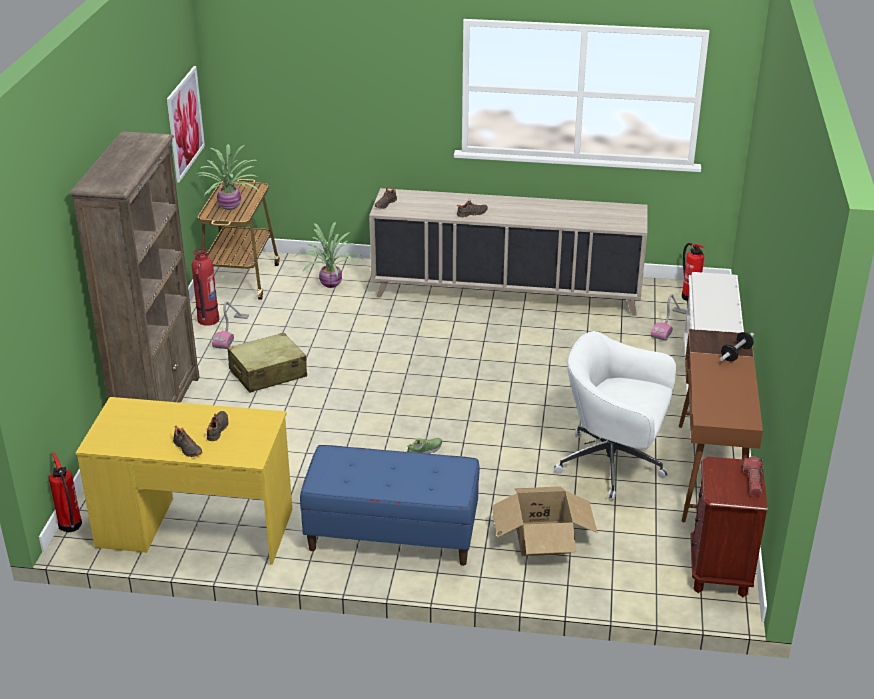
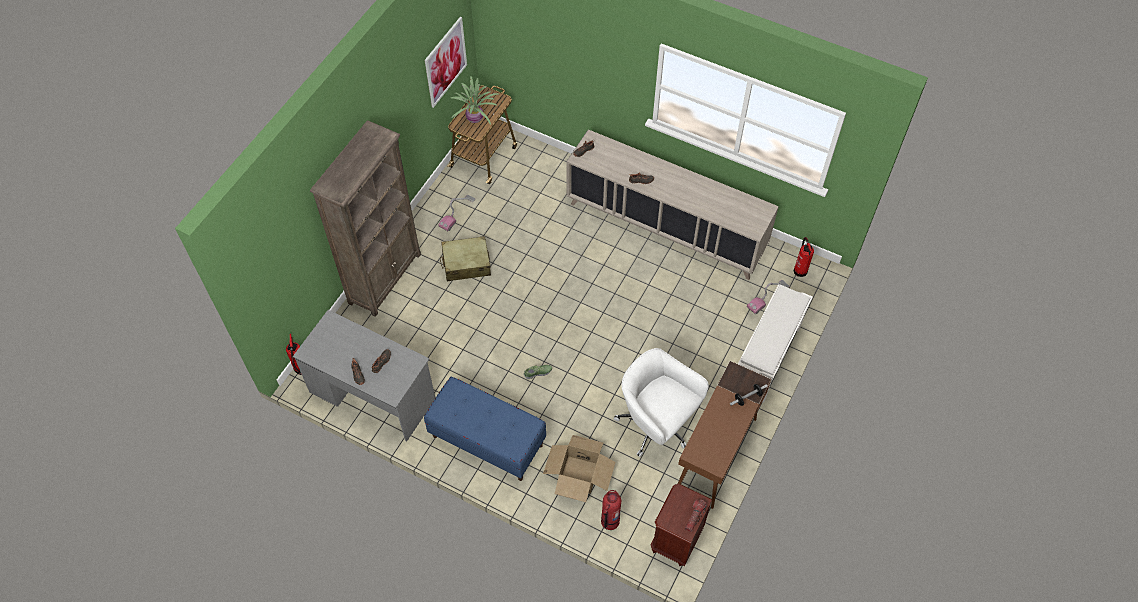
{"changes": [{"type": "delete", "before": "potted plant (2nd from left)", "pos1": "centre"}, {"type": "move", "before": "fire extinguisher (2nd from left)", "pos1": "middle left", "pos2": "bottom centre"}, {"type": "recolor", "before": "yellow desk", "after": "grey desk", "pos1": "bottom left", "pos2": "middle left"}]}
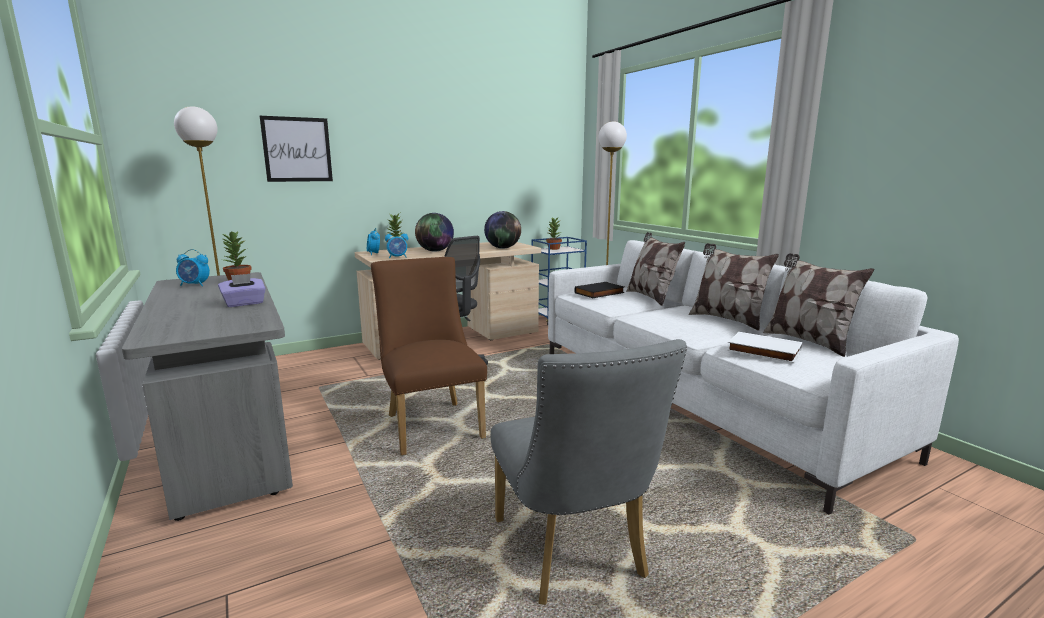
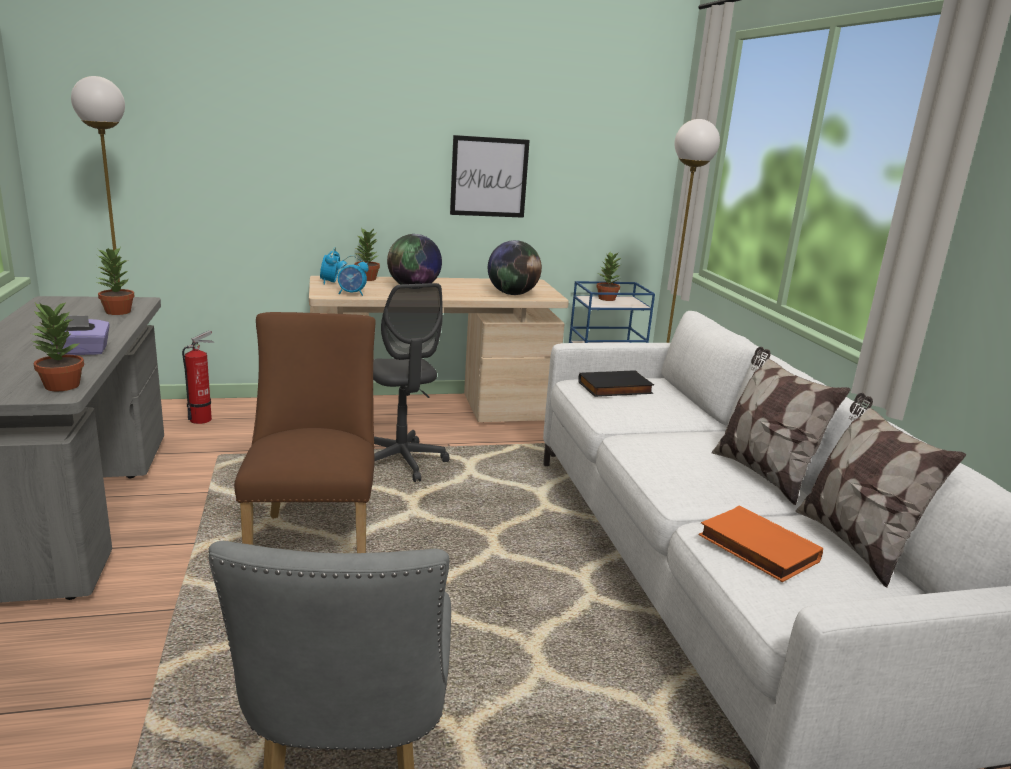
{"changes": [{"type": "delete", "before": "alarm clock (1st from left)", "pos1": "middle left"}, {"type": "delete", "before": "pillow (1st from left)", "pos1": "centre"}, {"type": "insert", "after": "potted plant (1st from left)", "pos2": "middle left"}, {"type": "insert", "after": "fire extinguisher", "pos2": "middle left"}, {"type": "move", "before": "picture", "pos1": "top left", "pos2": "top centre"}, {"type": "recolor", "before": "white book", "after": "orange book", "pos1": "middle right", "pos2": "bottom right"}]}
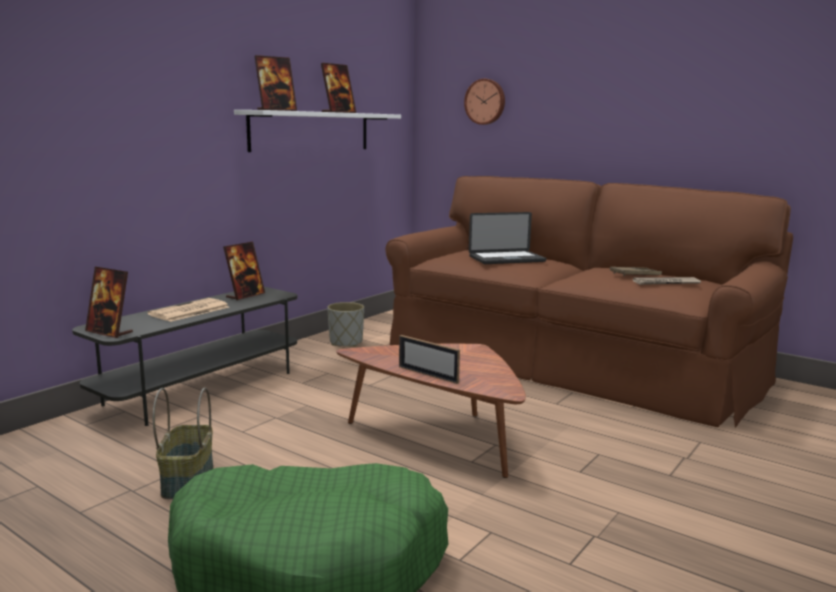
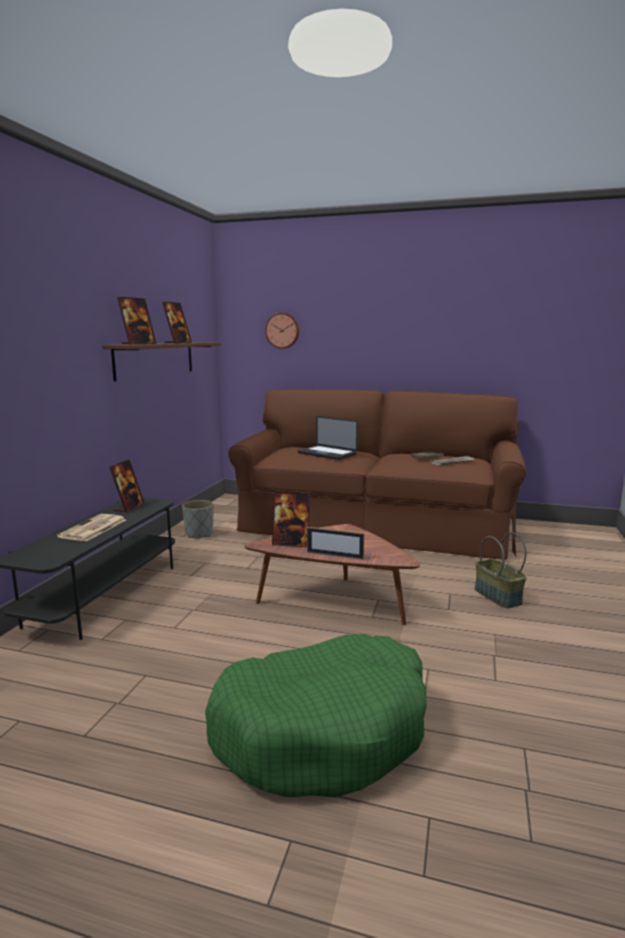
{"changes": [{"type": "move", "before": "picture frame (1st from left in the first image)", "after": "picture frame (4th from left)", "pos1": "middle left", "pos2": "centre"}, {"type": "move", "before": "basket", "pos1": "bottom left", "pos2": "middle right"}, {"type": "recolor", "before": "white shelf", "after": "brown shelf", "pos1": "top centre", "pos2": "middle left"}, {"type": "rotate", "before": "laptop", "pos1": "centre", "pos2": "centre", "turn": 75}]}
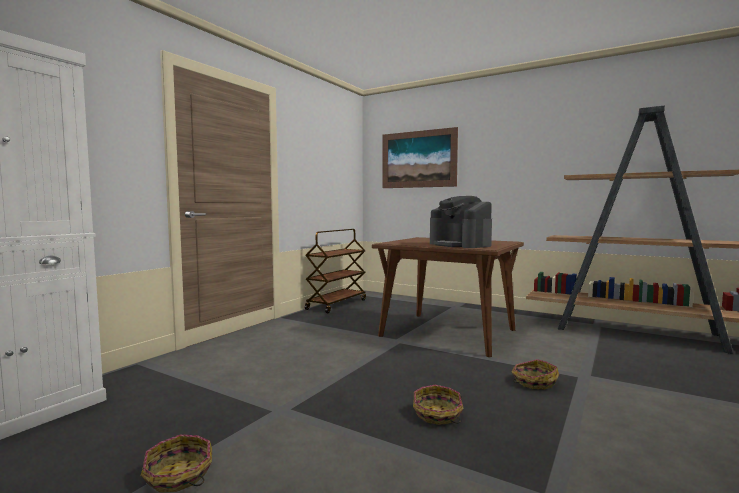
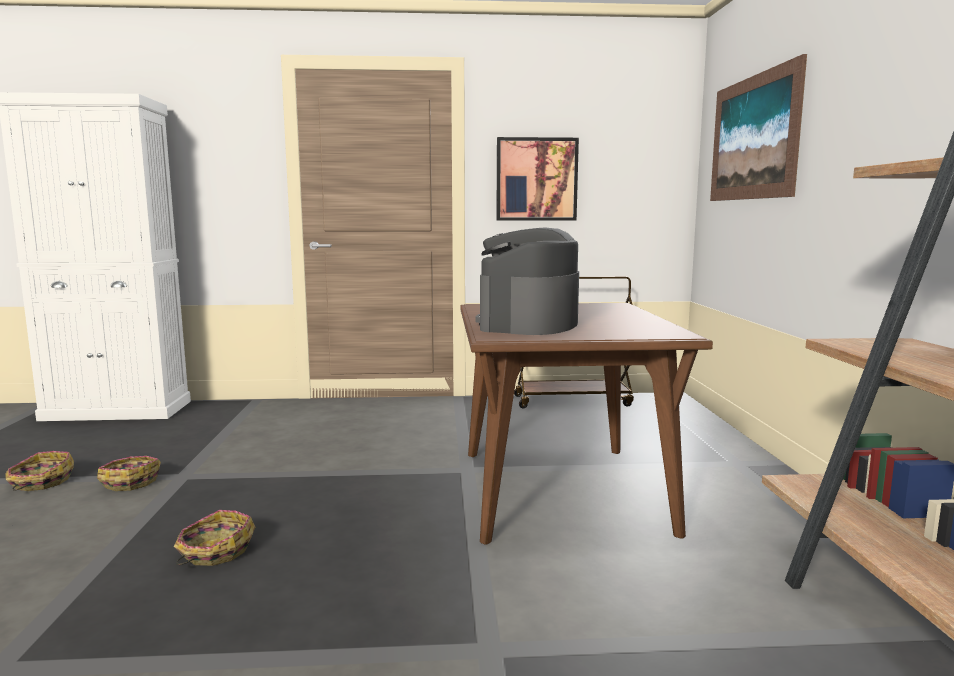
{"changes": [{"type": "insert", "after": "picture (1st from left)", "pos2": "top centre"}, {"type": "move", "before": "basket (3rd from left in the first image)", "after": "basket (2nd from left)", "pos1": "bottom right", "pos2": "bottom left"}]}
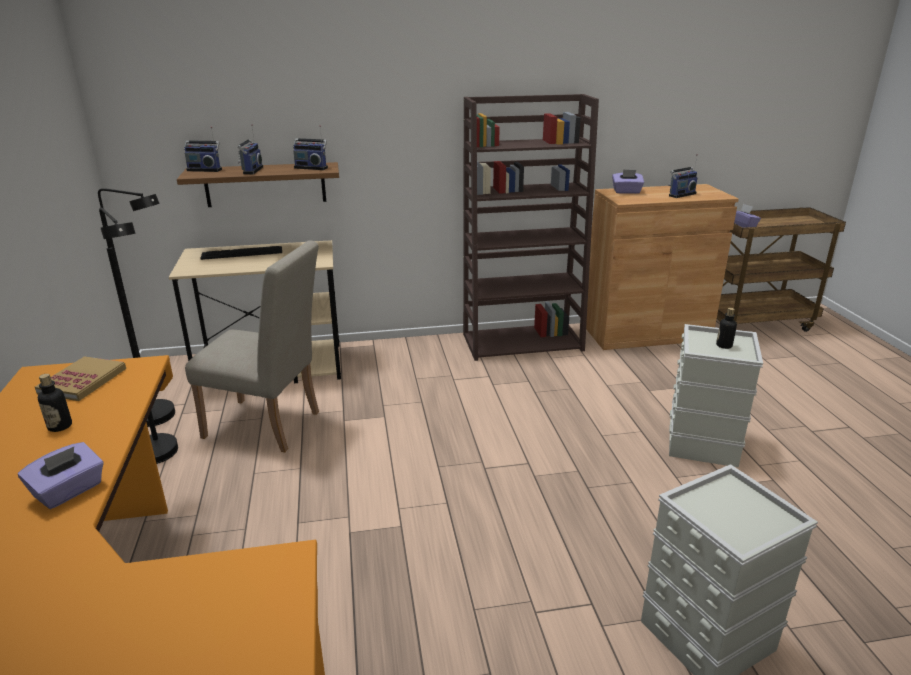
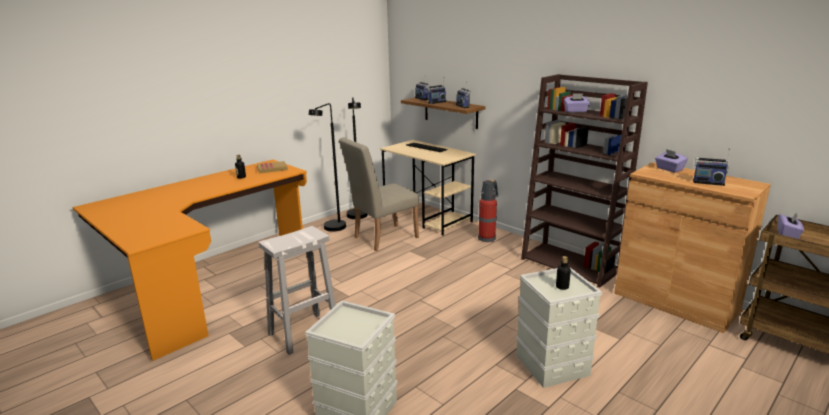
{"changes": [{"type": "insert", "after": "white stool", "pos2": "bottom centre"}, {"type": "insert", "after": "fire extinguisher", "pos2": "centre"}, {"type": "move", "before": "purple tissue box (1st from left)", "pos1": "bottom left", "pos2": "top right"}, {"type": "rotate", "before": "beige chair", "pos1": "middle left", "pos2": "centre", "turn": 75}]}
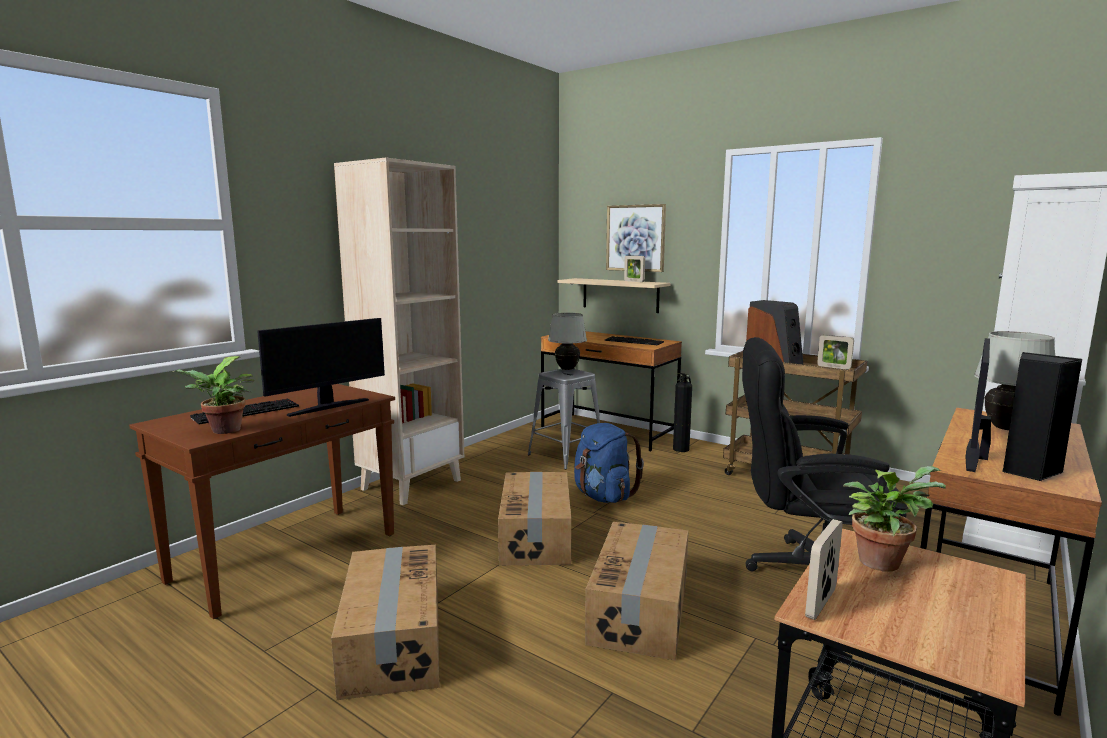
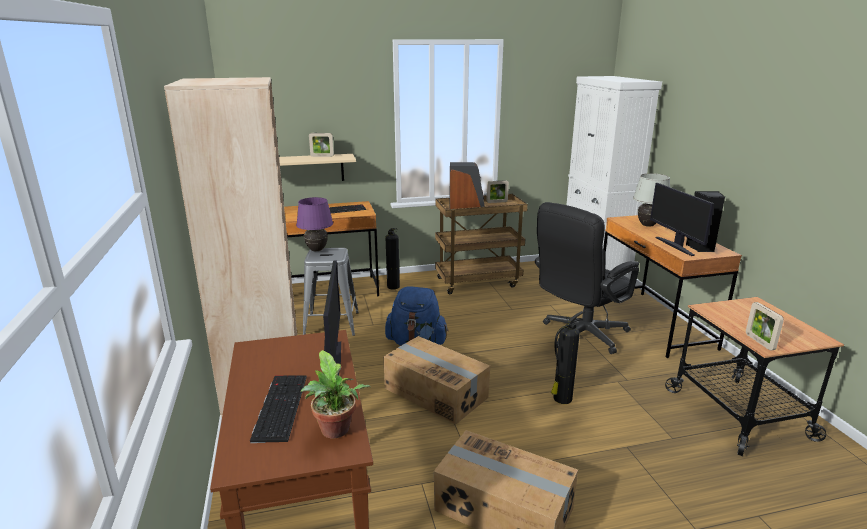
{"changes": [{"type": "delete", "before": "picture", "pos1": "top centre"}, {"type": "delete", "before": "potted plant (2nd from left)", "pos1": "bottom right"}, {"type": "replace", "before": "cardboard box (3rd from left)", "after": "fire extinguisher (2nd from left)", "pos1": "bottom centre", "pos2": "bottom centre"}, {"type": "recolor", "before": "white table lamp (1st from left)", "after": "purple table lamp", "pos1": "centre", "pos2": "centre"}]}
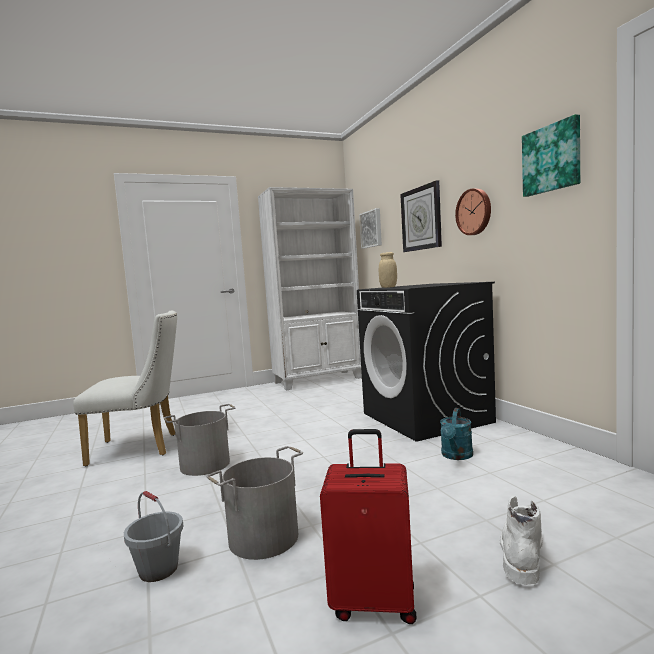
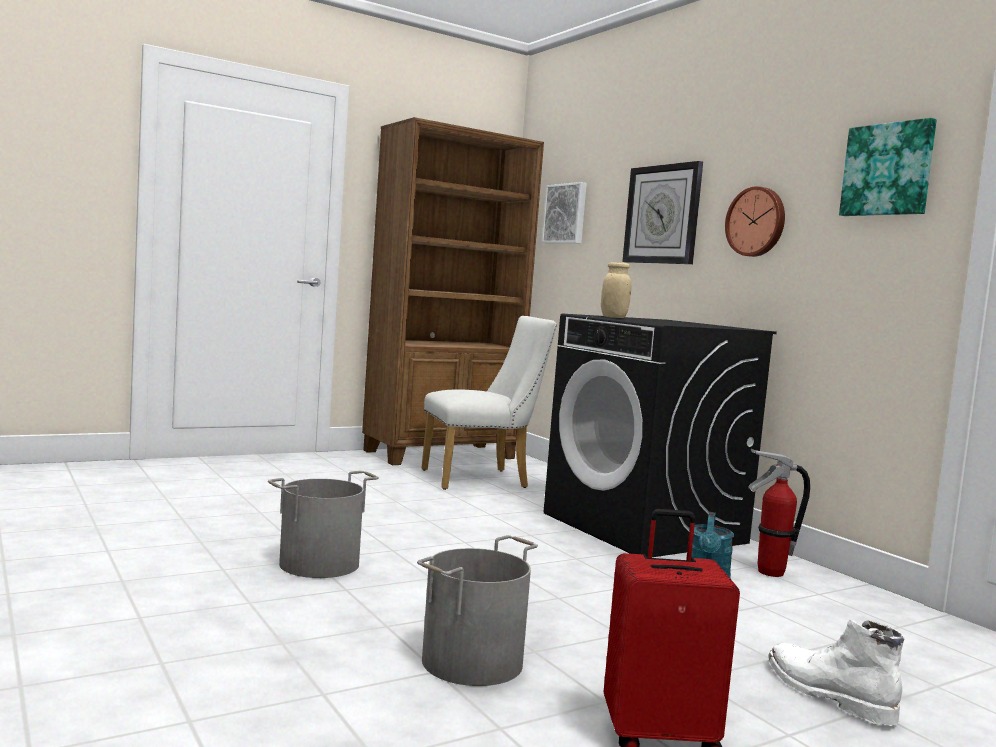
{"changes": [{"type": "delete", "before": "grey bucket (1st from left)", "pos1": "bottom left"}, {"type": "insert", "after": "fire extinguisher", "pos2": "bottom right"}, {"type": "move", "before": "white chair", "pos1": "middle left", "pos2": "centre"}, {"type": "recolor", "before": "white bookcase", "after": "brown bookcase", "pos1": "centre", "pos2": "centre"}, {"type": "rotate", "before": "white boot", "pos1": "bottom right", "pos2": "bottom right", "turn": -45}]}
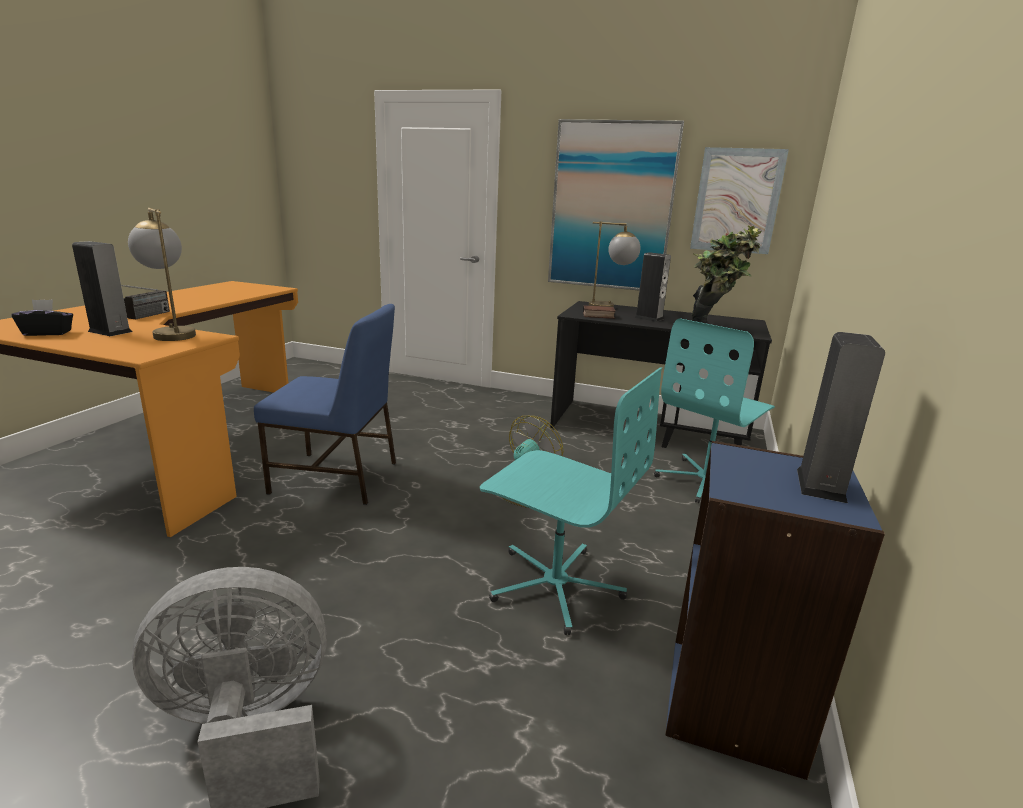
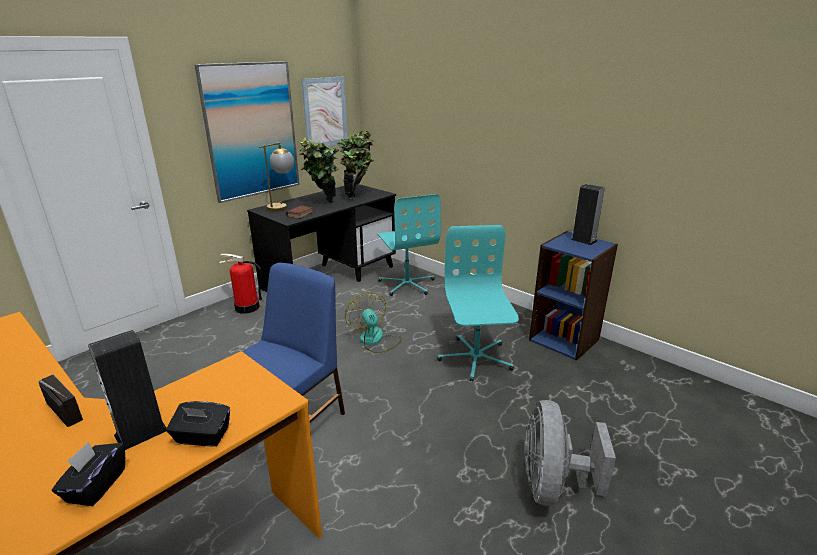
{"changes": [{"type": "delete", "before": "table lamp (1st from left)", "pos1": "middle left"}, {"type": "insert", "after": "black tissue box (2nd from left)", "pos2": "bottom left"}, {"type": "insert", "after": "fire extinguisher", "pos2": "middle left"}, {"type": "replace", "before": "speaker (2nd from left)", "after": "potted plant (1st from left)", "pos1": "centre", "pos2": "top centre"}, {"type": "rotate", "before": "turquoise office chair (1st from left in the first image)", "pos1": "centre", "pos2": "centre", "turn": -60}]}
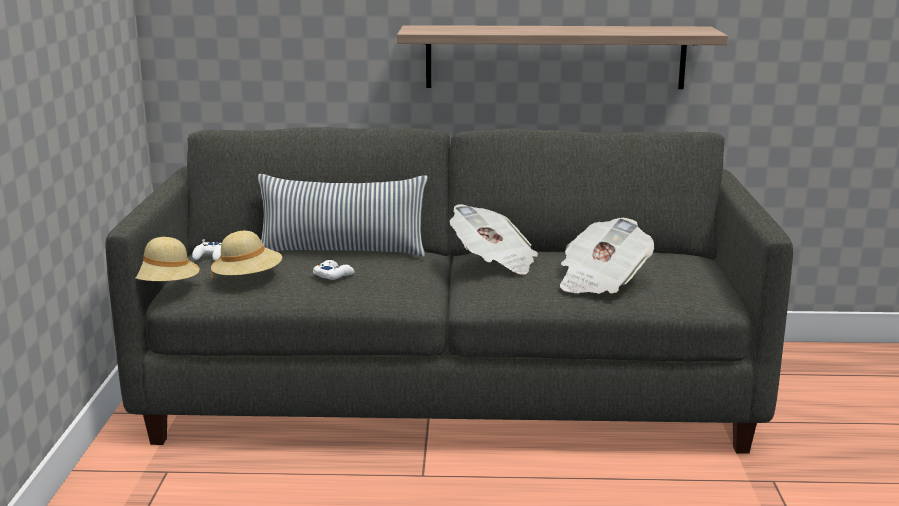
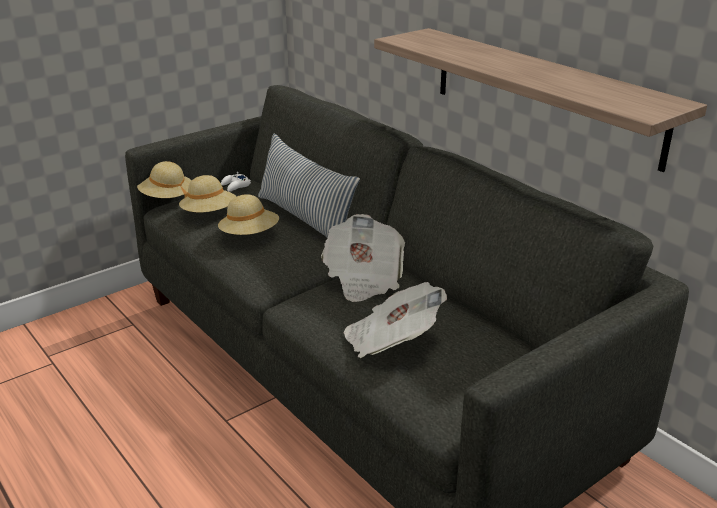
{"changes": [{"type": "replace", "before": "white game controller (2nd from left)", "after": "beige hat (3rd from left)", "pos1": "centre", "pos2": "centre"}]}
